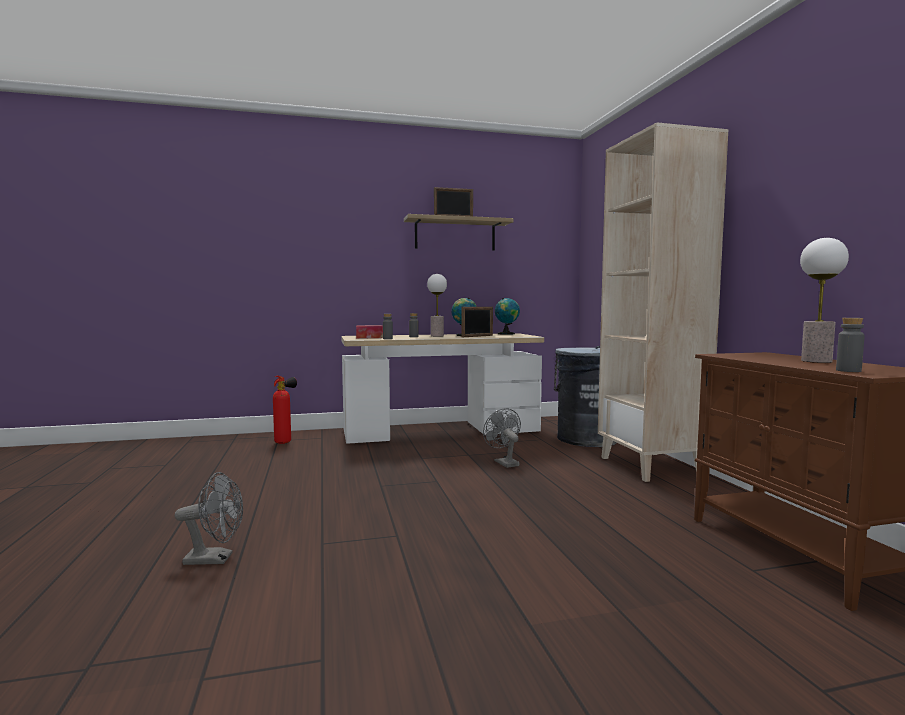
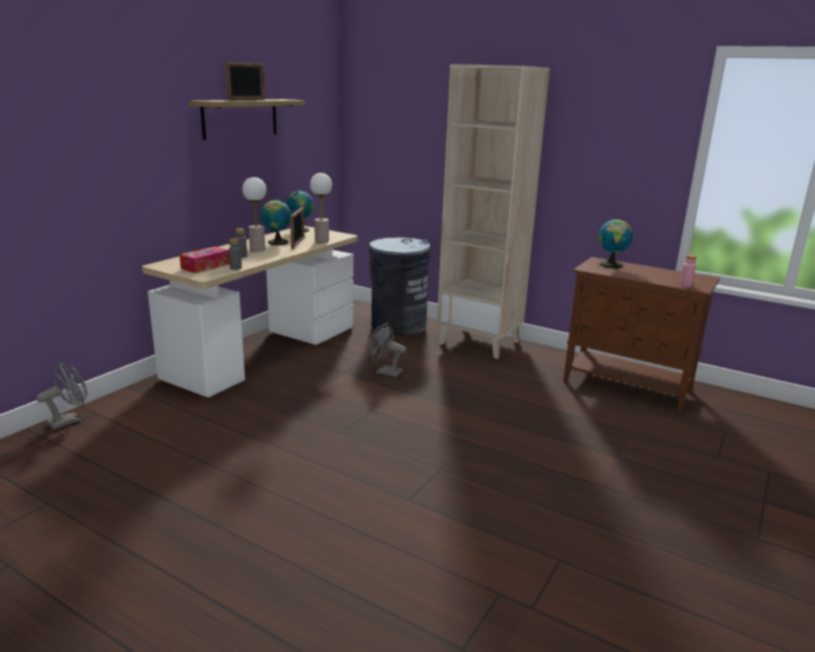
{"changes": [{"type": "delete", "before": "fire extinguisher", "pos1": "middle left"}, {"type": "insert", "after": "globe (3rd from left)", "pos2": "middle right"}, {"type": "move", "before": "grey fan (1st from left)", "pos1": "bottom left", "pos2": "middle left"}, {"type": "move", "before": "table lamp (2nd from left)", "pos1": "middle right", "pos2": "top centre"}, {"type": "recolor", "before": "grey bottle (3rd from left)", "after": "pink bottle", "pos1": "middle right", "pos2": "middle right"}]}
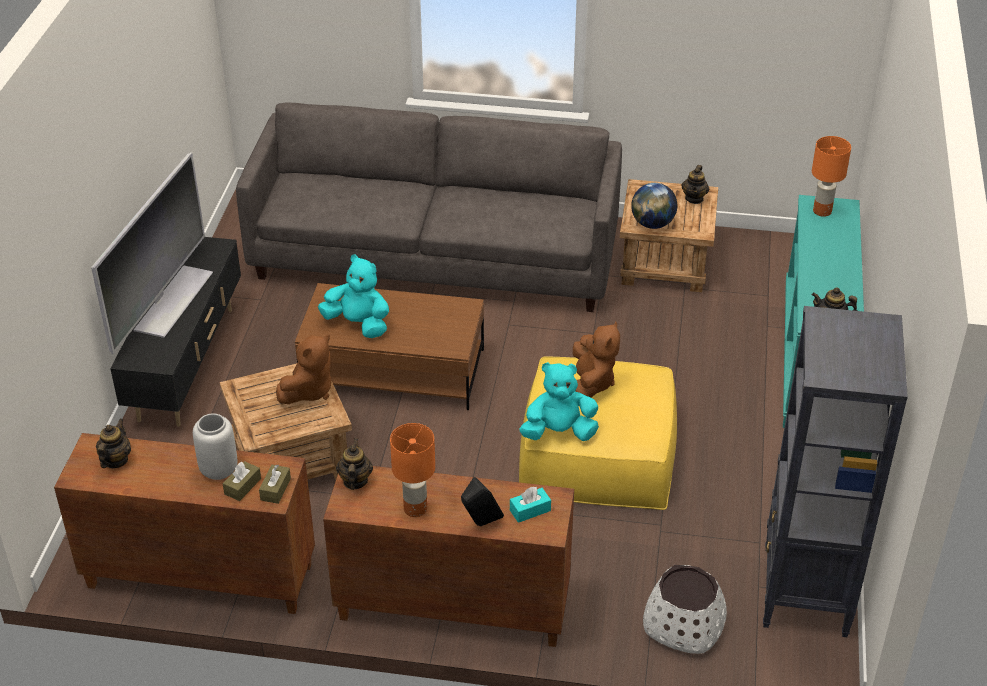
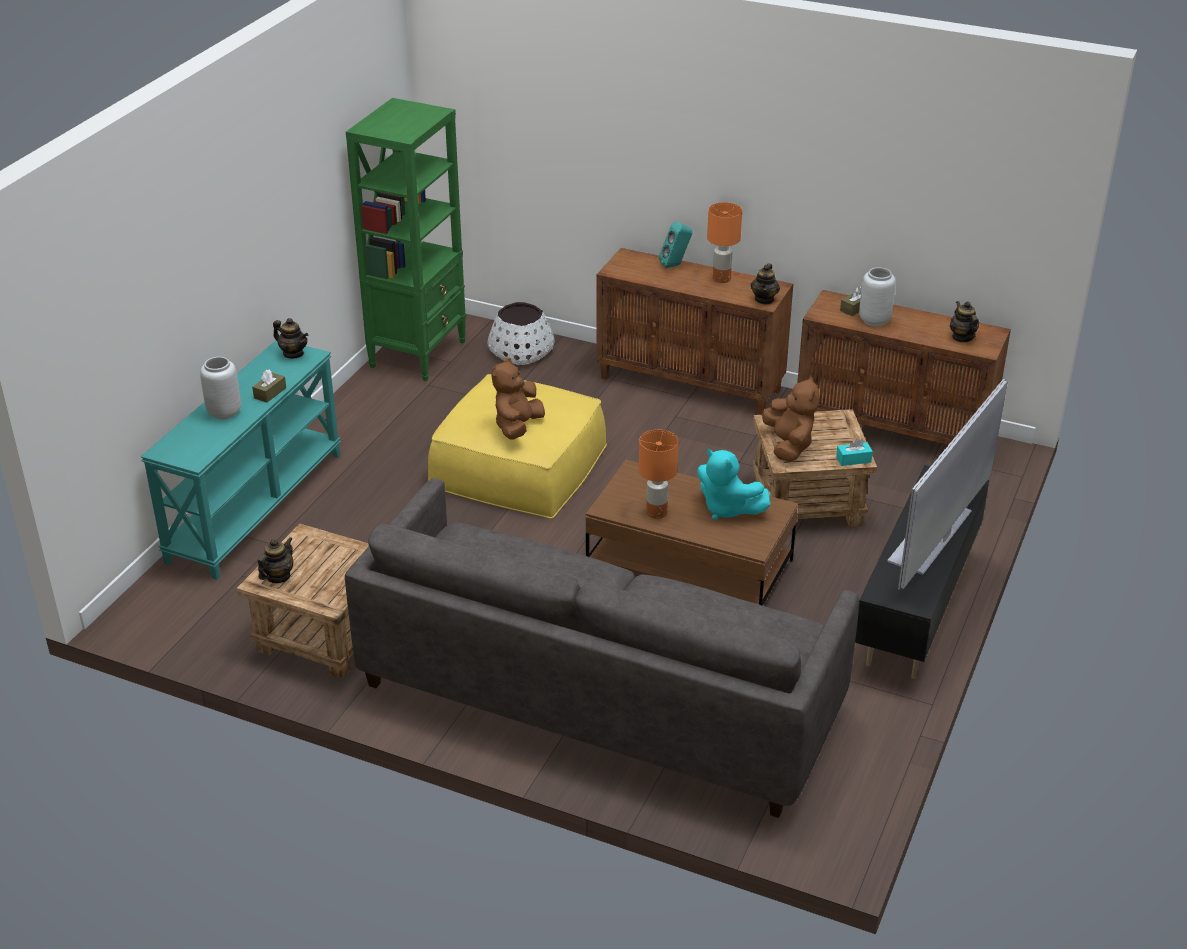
{"changes": [{"type": "delete", "before": "turquoise plush toy (2nd from left)", "pos1": "centre"}, {"type": "delete", "before": "globe", "pos1": "top centre"}, {"type": "insert", "after": "grey vase (1st from left)", "pos2": "middle left"}, {"type": "move", "before": "brown tissue box (2nd from left in the first image)", "after": "brown tissue box (1st from left)", "pos1": "bottom left", "pos2": "middle left"}, {"type": "move", "before": "turquoise tissue box", "pos1": "bottom centre", "pos2": "middle right"}, {"type": "move", "before": "orange table lamp (2nd from left in the first image)", "after": "orange table lamp (1st from left)", "pos1": "top right", "pos2": "centre"}, {"type": "recolor", "before": "black speaker", "after": "turquoise speaker", "pos1": "bottom centre", "pos2": "top centre"}, {"type": "recolor", "before": "black bookcase", "after": "green bookcase", "pos1": "bottom right", "pos2": "top centre"}, {"type": "rotate", "before": "teapot (1st from left in the first image)", "pos1": "middle left", "pos2": "middle right", "turn": 135}, {"type": "rotate", "before": "brown plush toy (1st from left in the first image)", "pos1": "middle left", "pos2": "centre", "turn": 120}]}
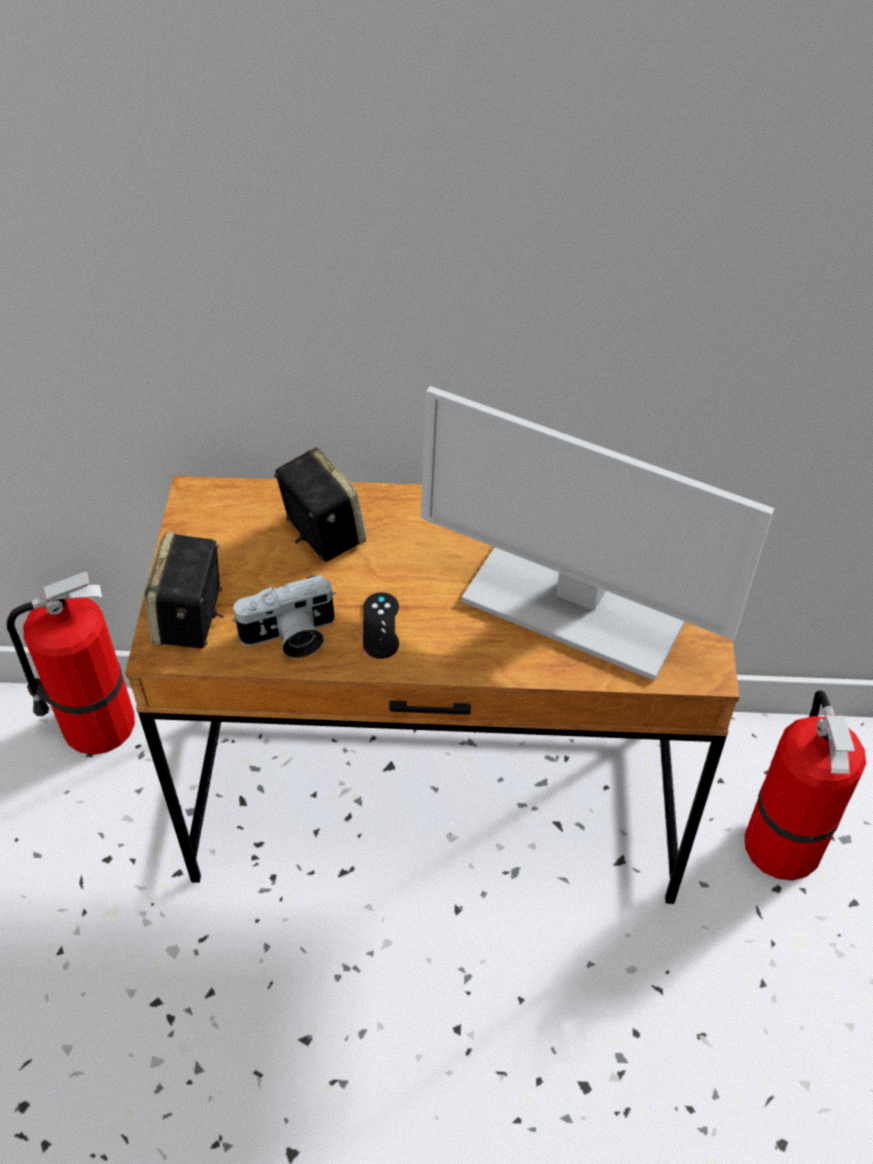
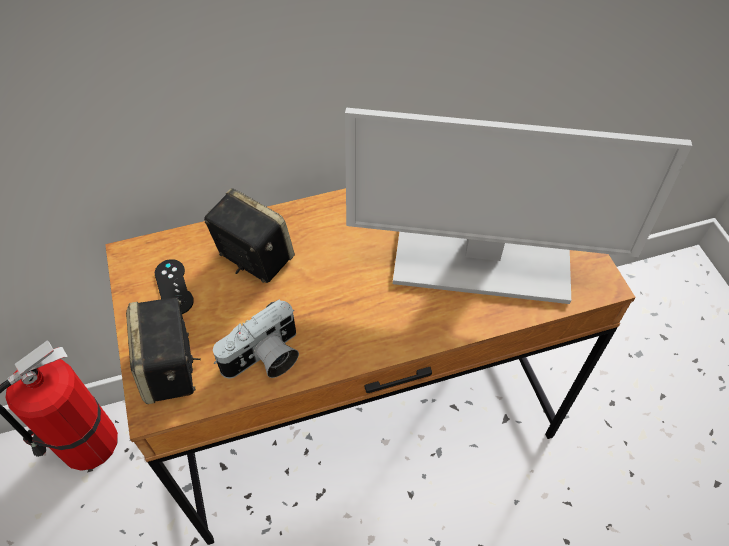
{"changes": [{"type": "delete", "before": "fire extinguisher (2nd from left)", "pos1": "bottom right"}, {"type": "move", "before": "black game controller", "pos1": "centre", "pos2": "middle left"}]}
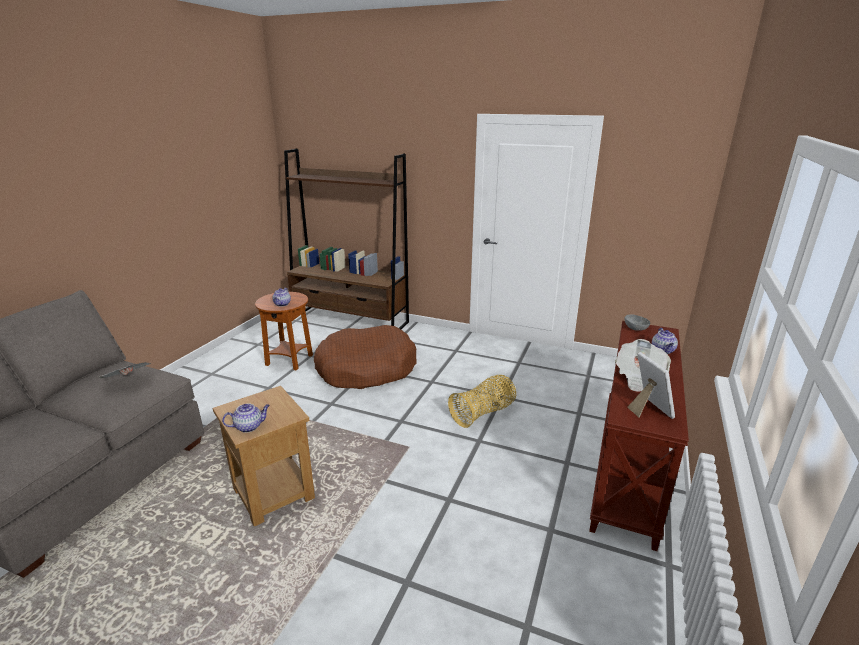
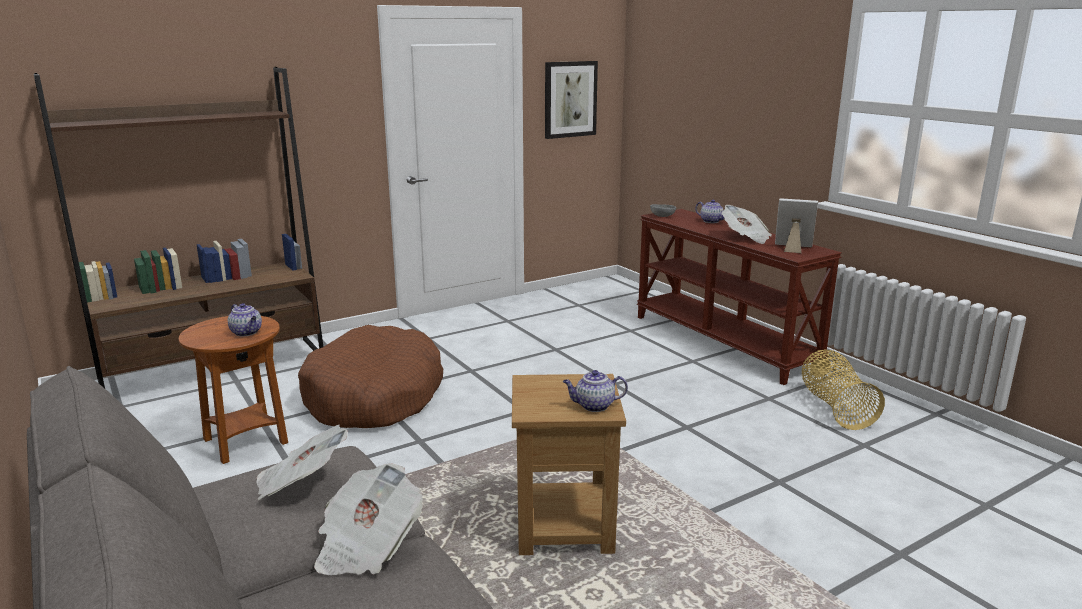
{"changes": [{"type": "insert", "after": "newspaper (2nd from left)", "pos2": "bottom centre"}, {"type": "insert", "after": "picture", "pos2": "top centre"}, {"type": "move", "before": "basket", "pos1": "centre", "pos2": "middle right"}, {"type": "rotate", "before": "teapot (1st from left in the first image)", "pos1": "middle left", "pos2": "centre", "turn": -105}]}
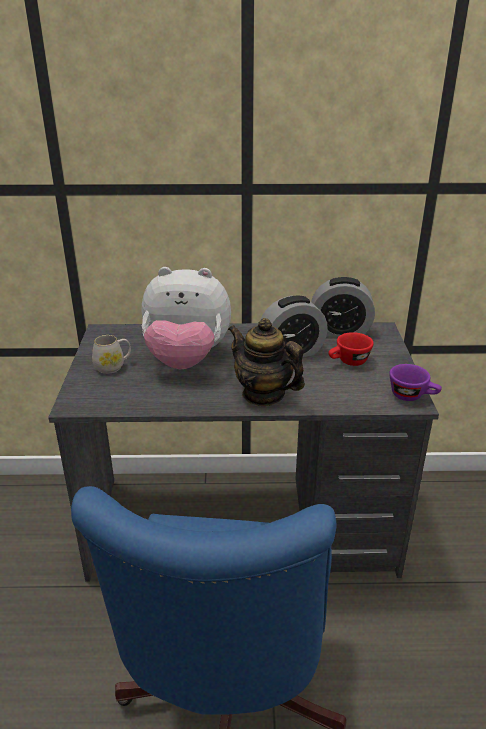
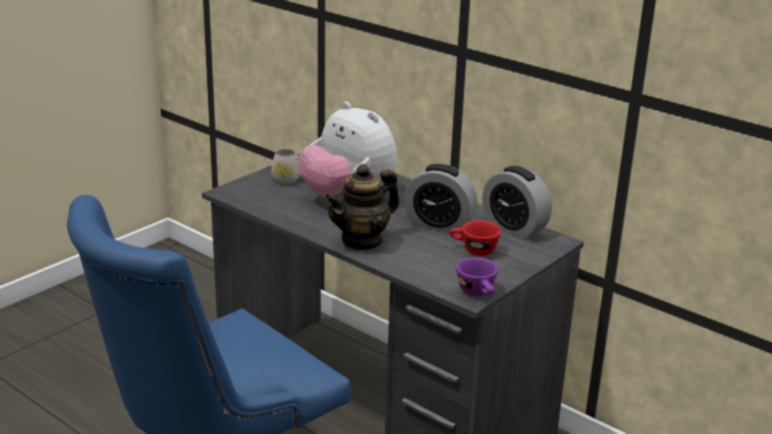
{"changes": [{"type": "rotate", "before": "teapot", "pos1": "centre", "pos2": "centre", "turn": -120}]}
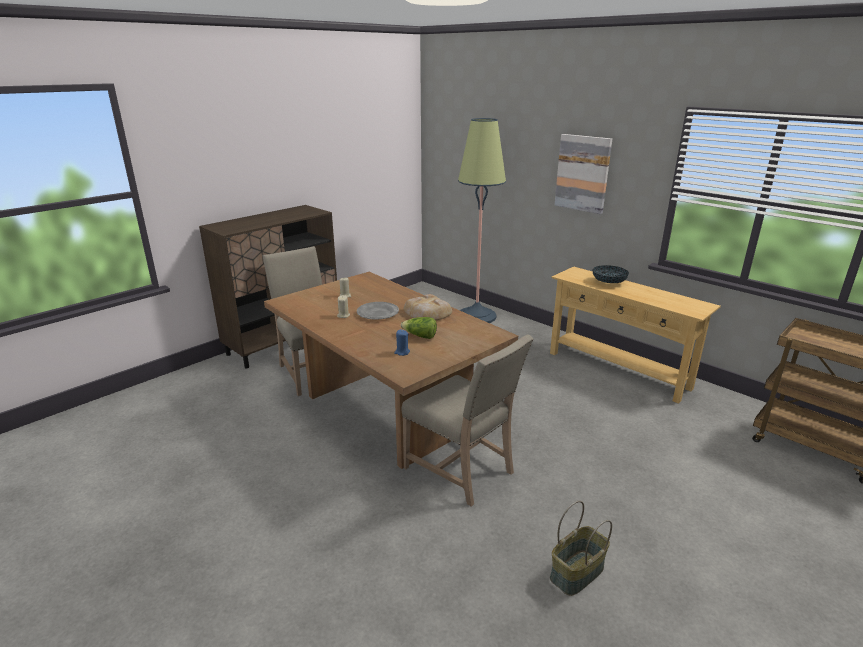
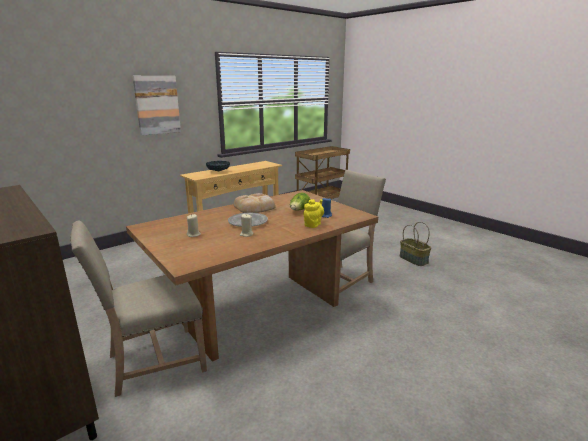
{"changes": [{"type": "delete", "before": "floor lamp", "pos1": "centre"}, {"type": "insert", "after": "yellow teapot", "pos2": "centre"}]}
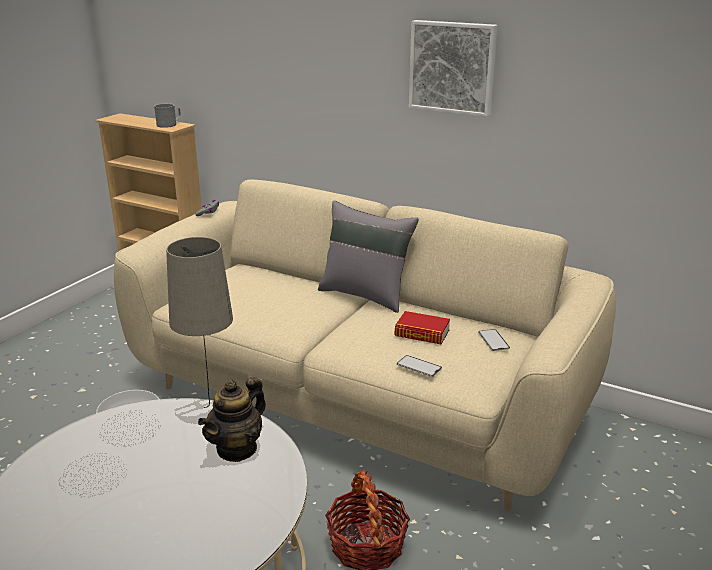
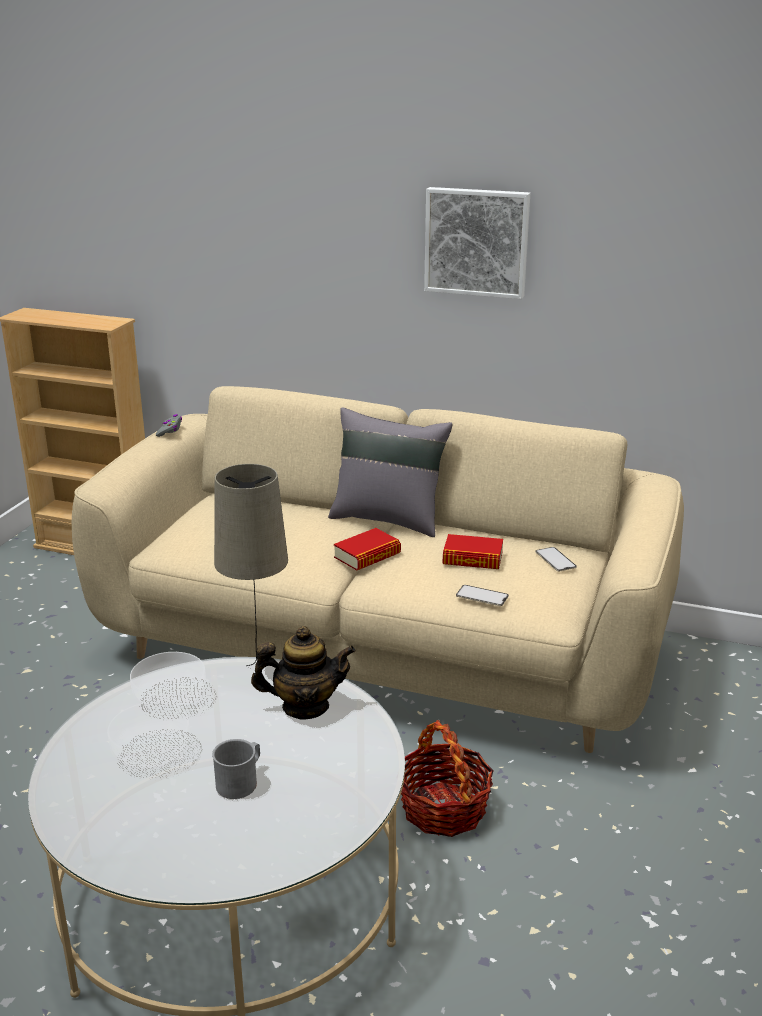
{"changes": [{"type": "insert", "after": "book (1st from left)", "pos2": "centre"}, {"type": "move", "before": "grey mug", "pos1": "top left", "pos2": "bottom left"}, {"type": "rotate", "before": "teapot", "pos1": "bottom left", "pos2": "centre", "turn": -120}]}
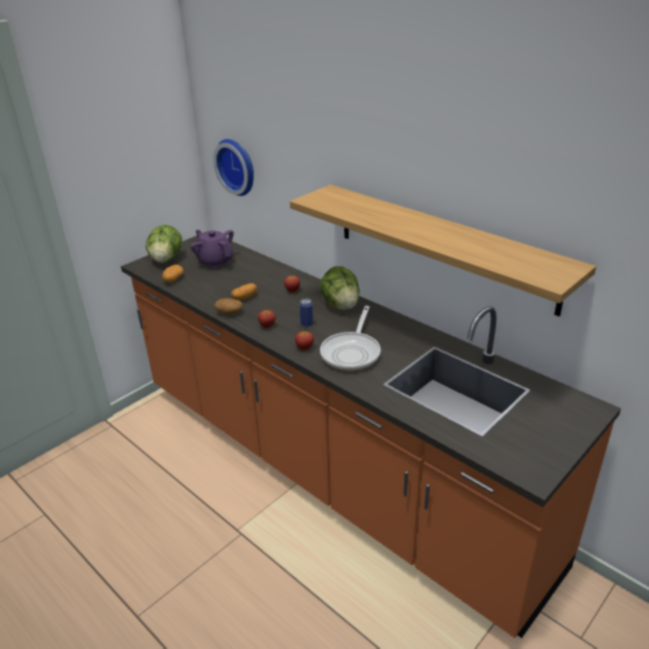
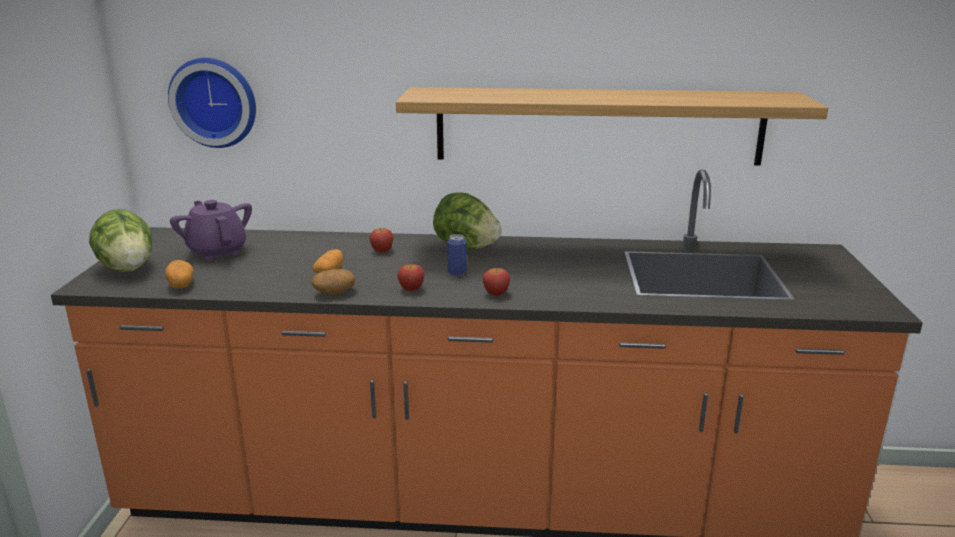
{"changes": [{"type": "delete", "before": "frying pan", "pos1": "centre"}, {"type": "rotate", "before": "purple teapot", "pos1": "middle left", "pos2": "middle left", "turn": 45}]}
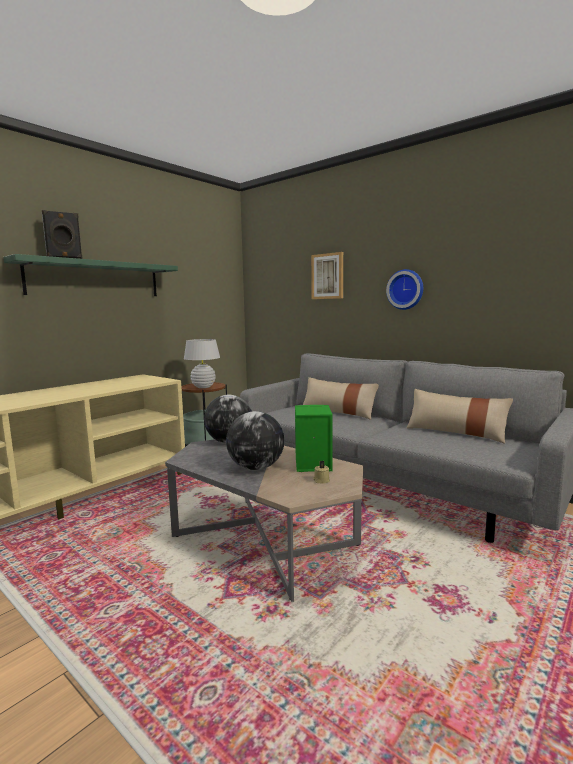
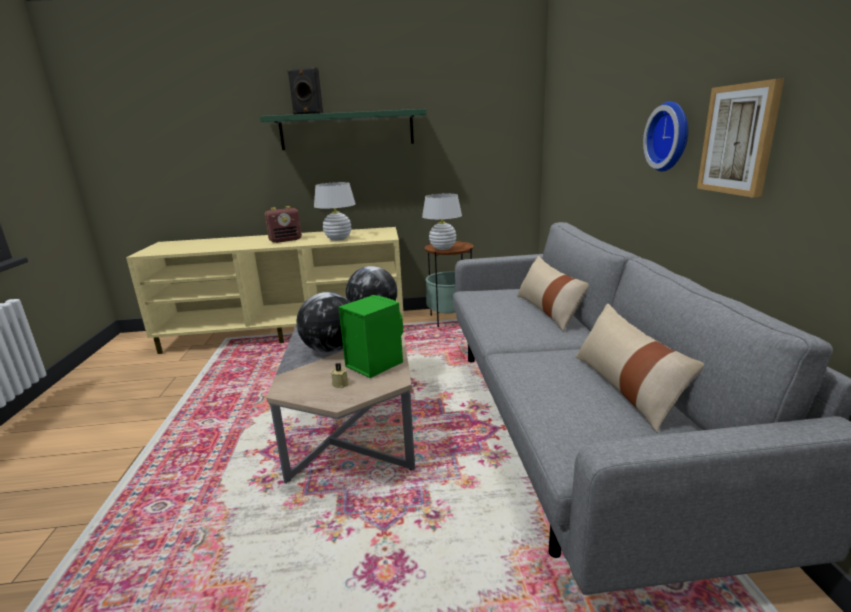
{"changes": [{"type": "insert", "after": "radio", "pos2": "middle left"}, {"type": "insert", "after": "white table lamp (1st from left)", "pos2": "centre"}, {"type": "move", "before": "picture", "pos1": "centre", "pos2": "top right"}]}
